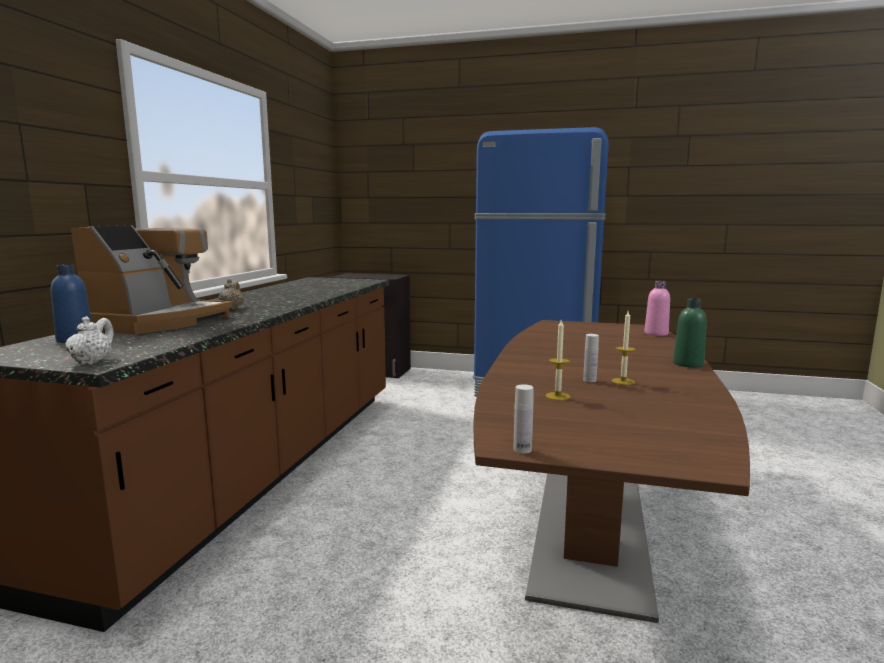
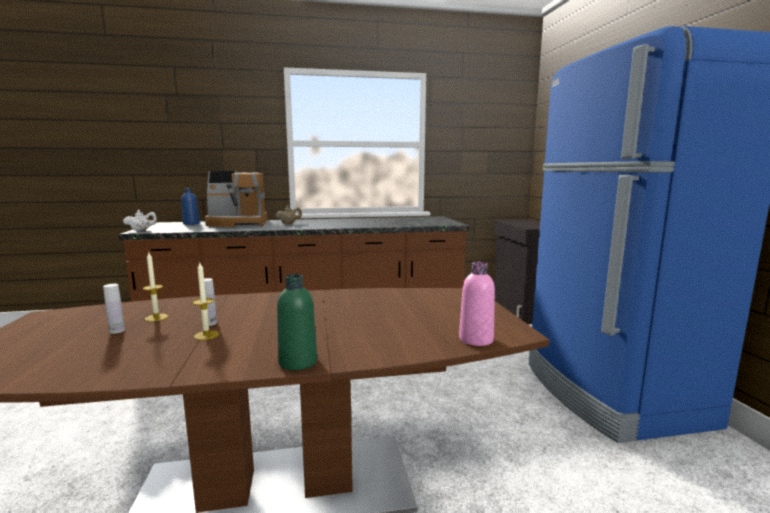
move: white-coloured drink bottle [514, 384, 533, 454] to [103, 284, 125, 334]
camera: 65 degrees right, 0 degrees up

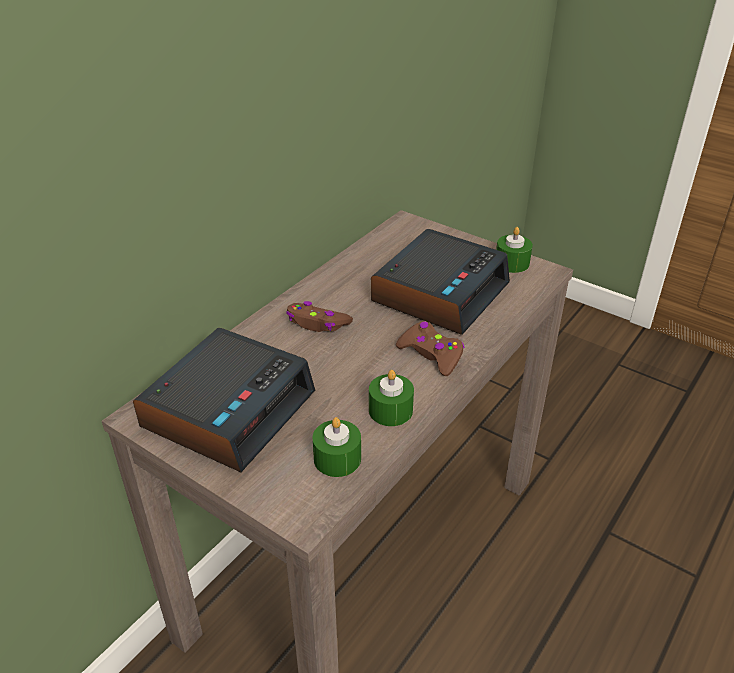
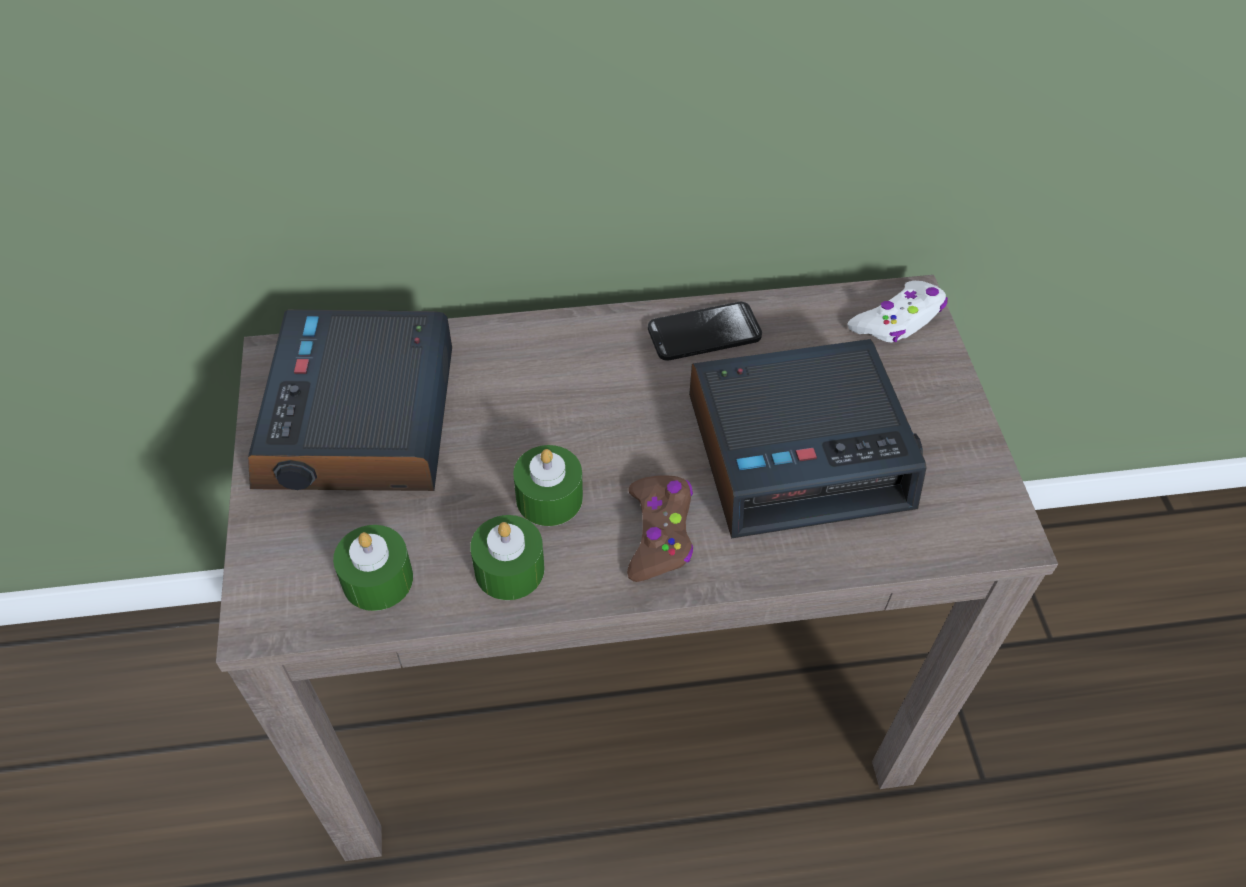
delete: brown joypad [286, 301, 353, 332]
insert: telephone [648, 302, 762, 361]; white-coloured joypad [847, 281, 948, 342]
move: green wax light [496, 227, 533, 273] to [513, 445, 583, 526]
rotate: alarm clock [133, 328, 315, 472] = [248, 309, 452, 491] 105 degrees clockwise
camera: 45 degrees right, 15 degrees up

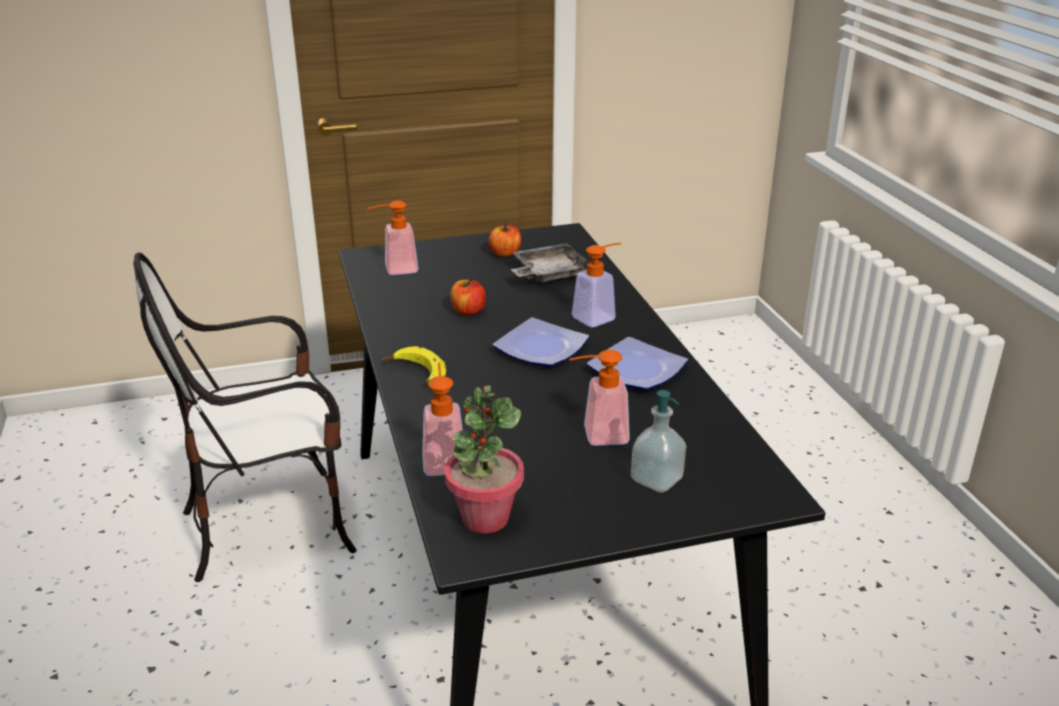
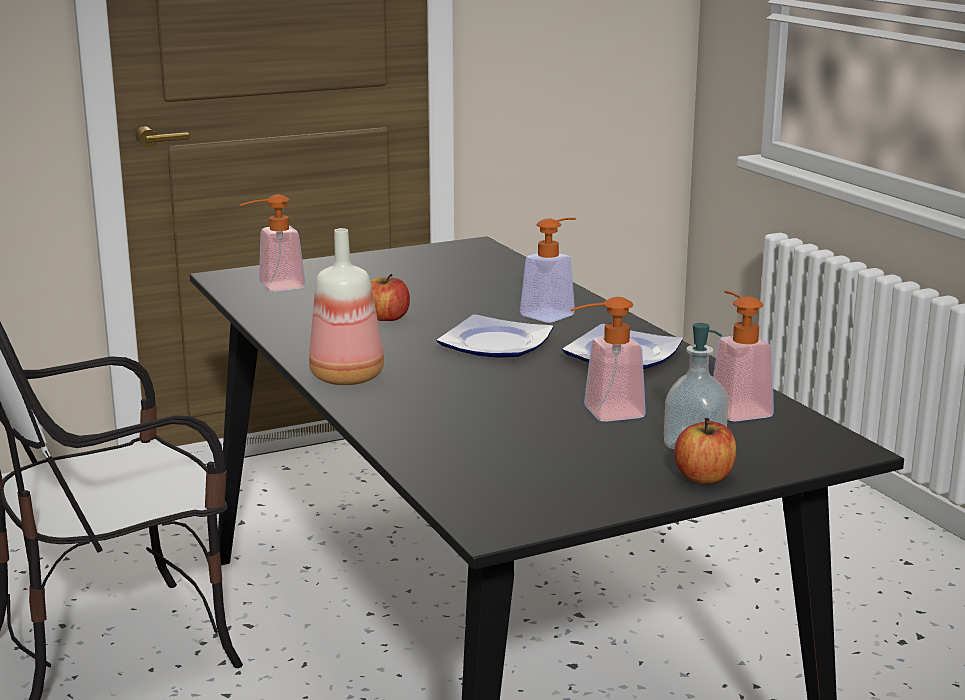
delete: plant in a pot [444, 386, 524, 533]; greyish tray [511, 243, 592, 282]
move: liquid soap bottle [422, 363, 463, 476] to [713, 290, 774, 422]; whole apple [489, 223, 521, 257] to [674, 418, 737, 484]
replace: whole banana [382, 346, 446, 385] to drink bottle [309, 228, 384, 385]
camera: 10 degrees left, 10 degrees down

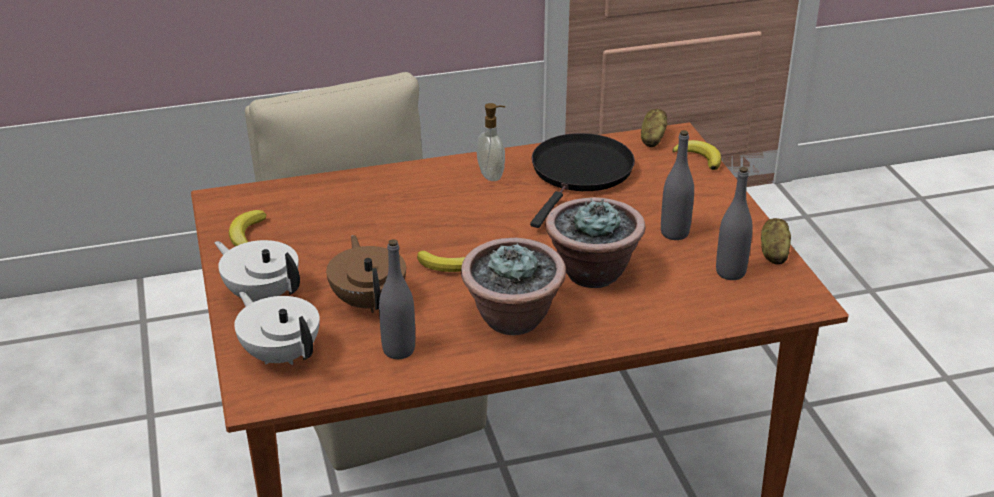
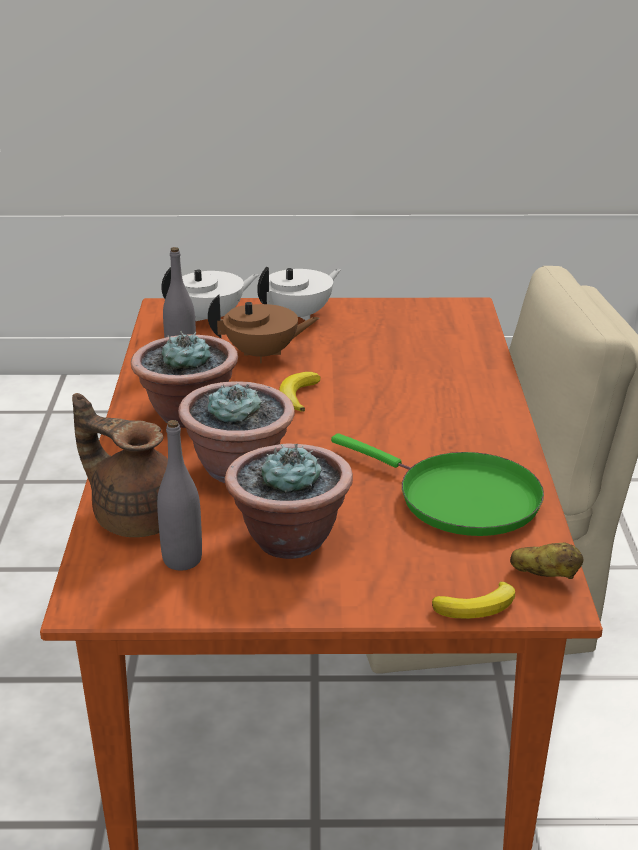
delete: whole banana [229, 210, 266, 246]; liquid soap bottle [477, 103, 505, 181]; potato [761, 218, 791, 265]
insert: brown tea pot [72, 393, 168, 537]
replace: greyish drink bottle [661, 130, 694, 240] to plant in a pot [225, 444, 353, 559]
recolor: black skillet [530, 133, 635, 228] to green skillet [331, 433, 544, 536]
camera: 105 degrees right, 5 degrees down

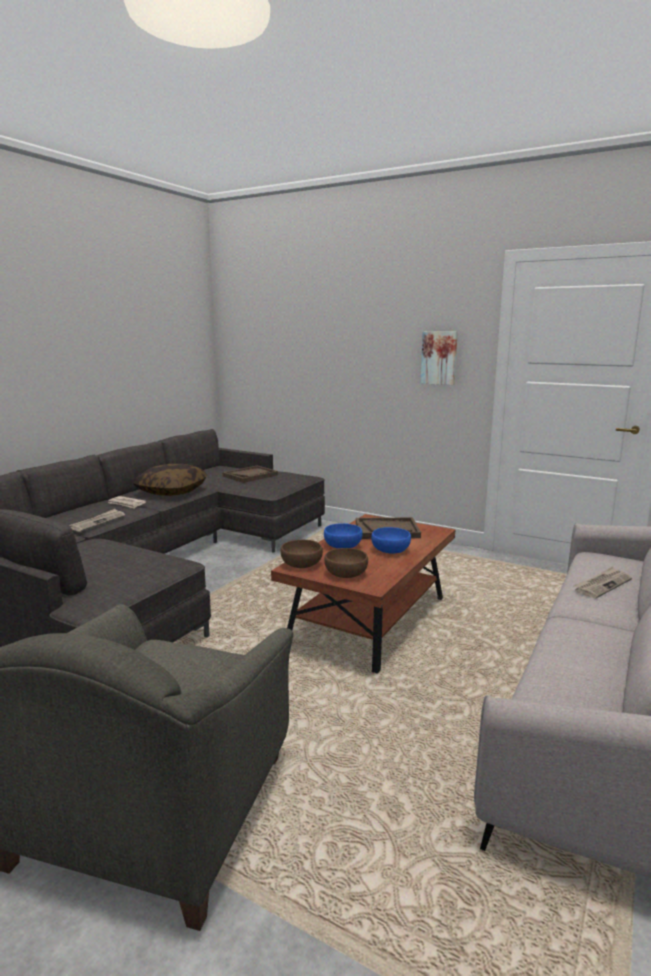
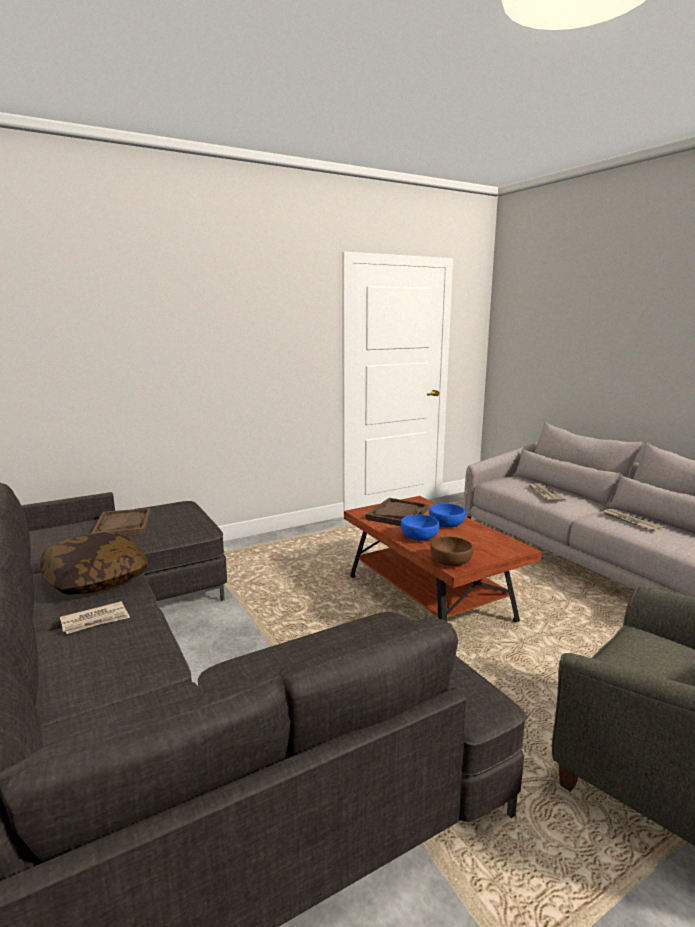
delete: brown bowl [325, 548, 368, 578]; picture [421, 331, 458, 385]
move: printed paper [69, 509, 125, 532] to [604, 509, 665, 532]
camera: 60 degrees left, 0 degrees up

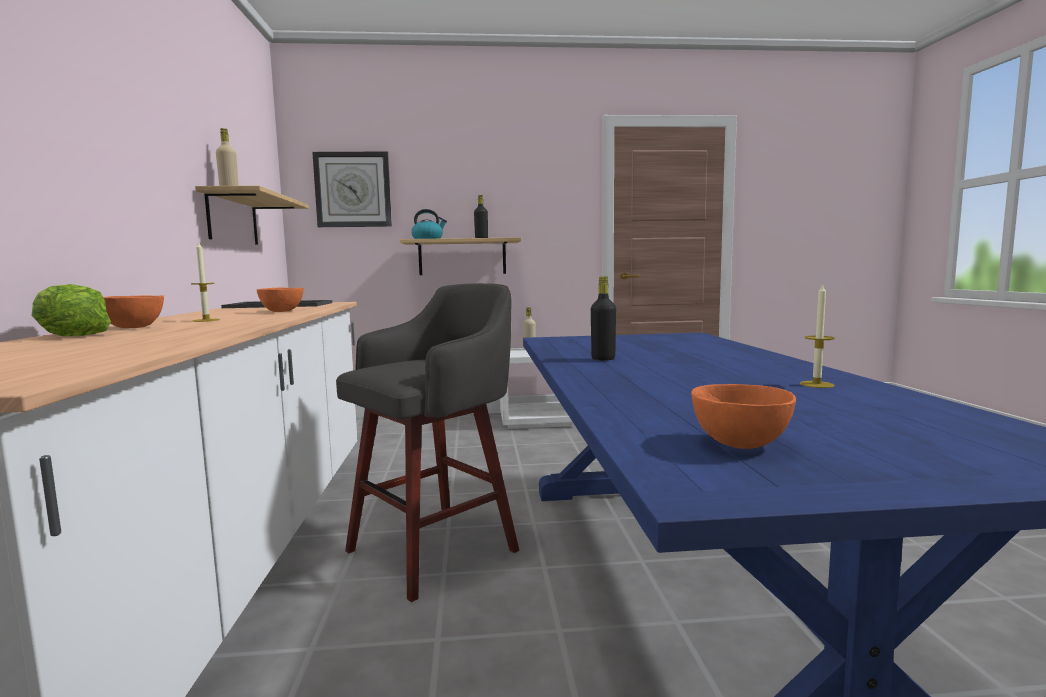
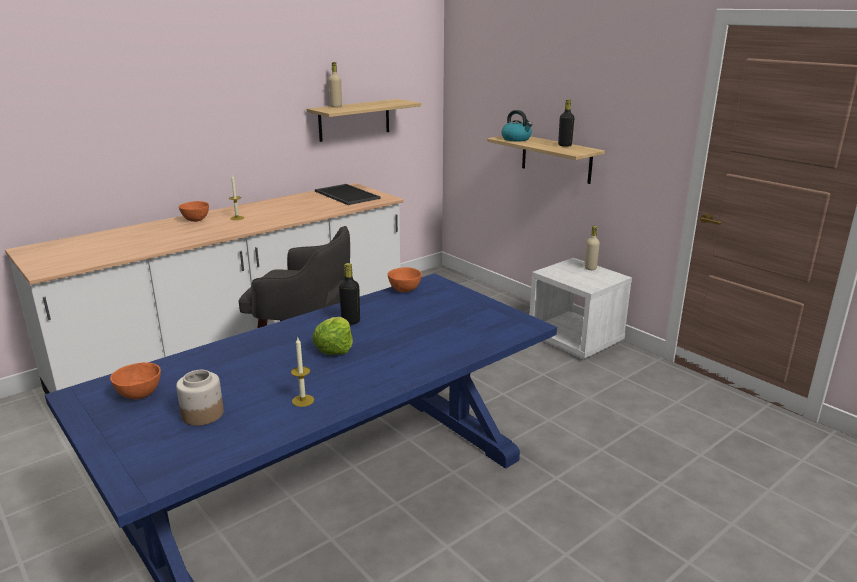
delete: clock on the wall [312, 152, 392, 227]
insert: jar [176, 370, 224, 426]
move: head of lettuce [32, 284, 111, 336] to [312, 317, 353, 355]; orange bowl [257, 288, 304, 312] to [388, 267, 422, 292]
camera: 55 degrees right, 15 degrees up

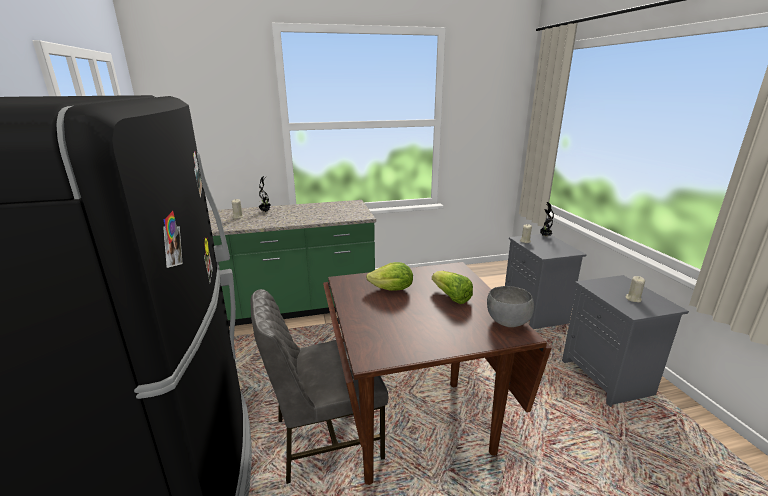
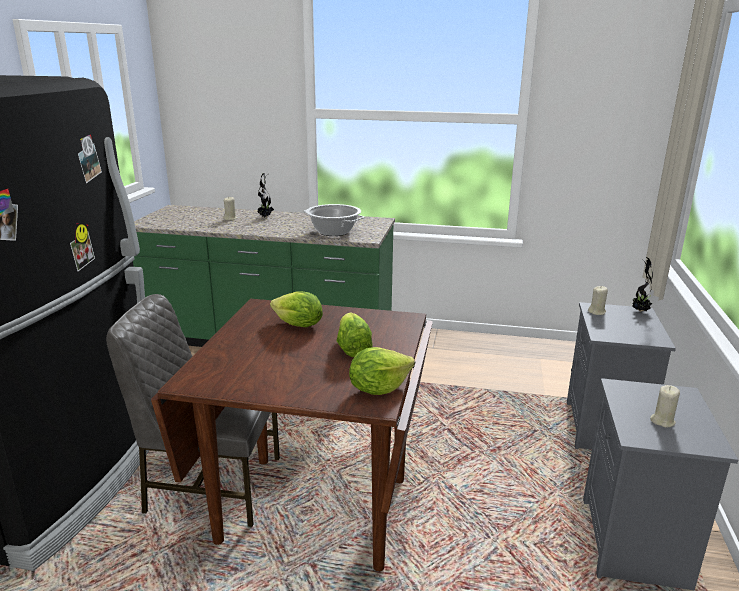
insert: saucepot [304, 204, 365, 236]
replace: greyish bowl [487, 286, 534, 327] to head of lettuce [349, 347, 415, 395]
camera: 25 degrees right, 0 degrees up

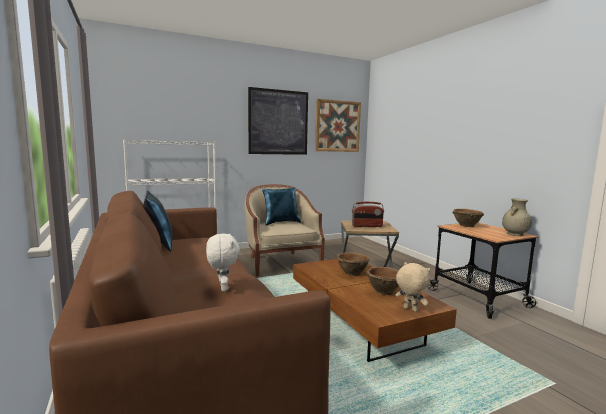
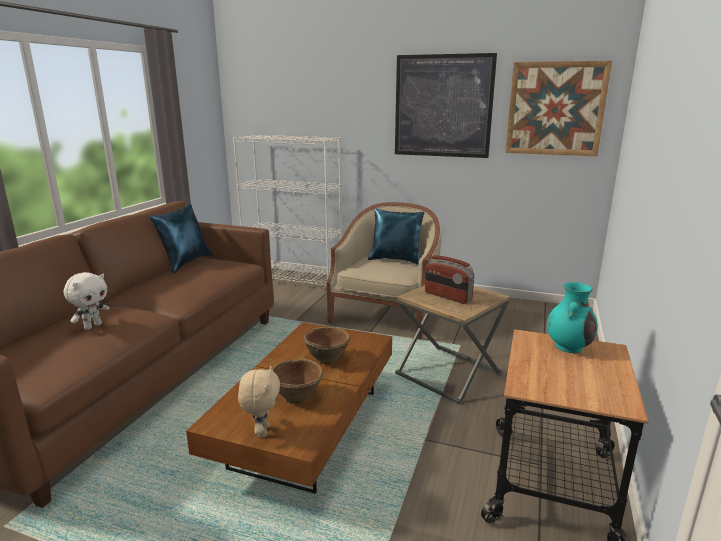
delete: sand-coloured decorative vase [502, 199, 532, 236]
replace: brown bowl [453, 209, 484, 227] to blue-green decorative vase [547, 282, 598, 353]
camera: 45 degrees right, 10 degrees up

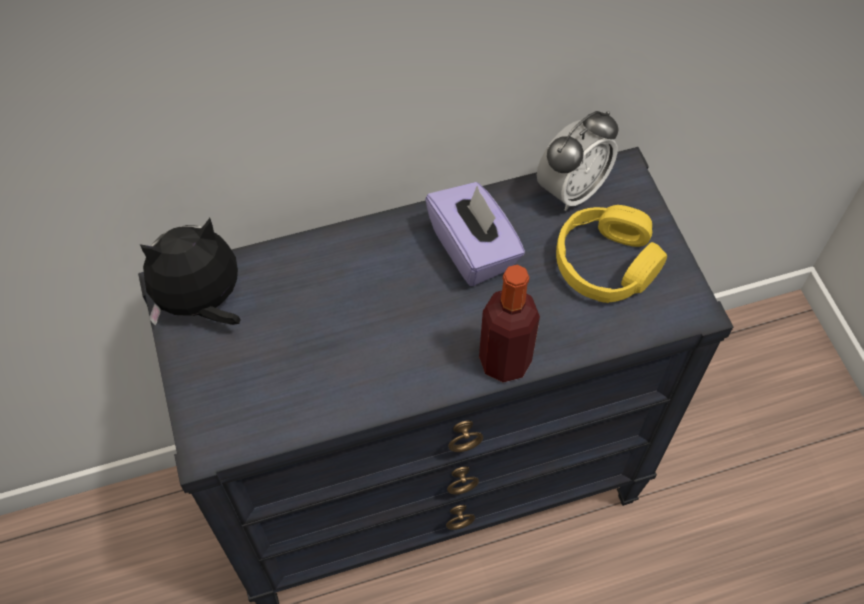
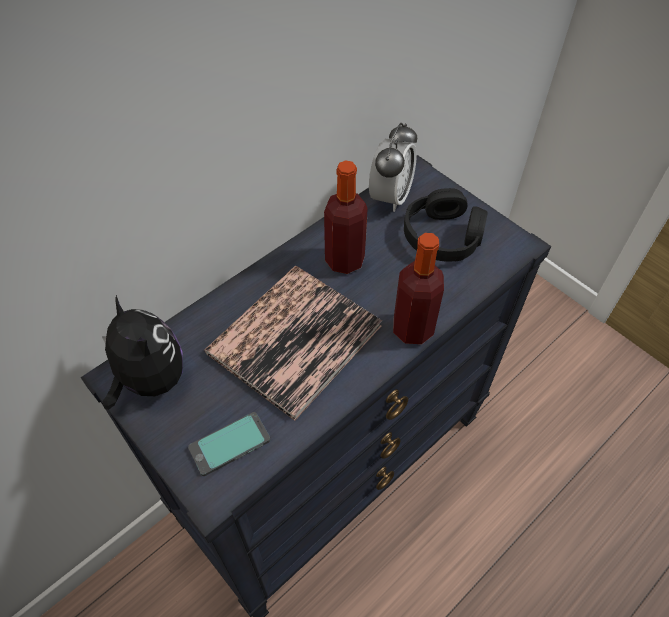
insert: telephone [188, 412, 270, 476]; book [204, 266, 382, 421]
replace: purple tissue holder [425, 182, 525, 286] to drink bottle [324, 160, 368, 274]
recolor: yellow-coloured headphones [556, 205, 667, 303] to black headphones [404, 188, 488, 261]
rotate: soft toy [140, 218, 241, 326] = [102, 295, 183, 410] 105 degrees clockwise
camera: 25 degrees left, 5 degrees down

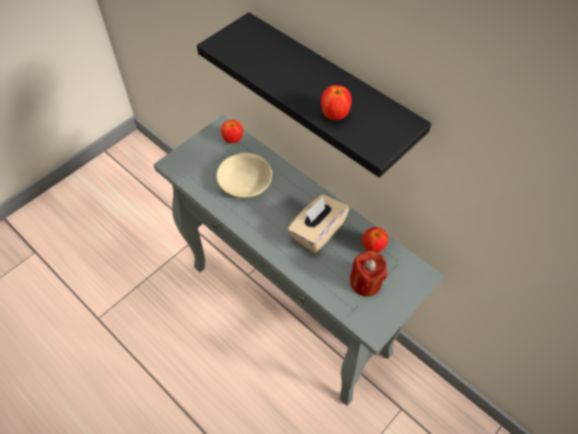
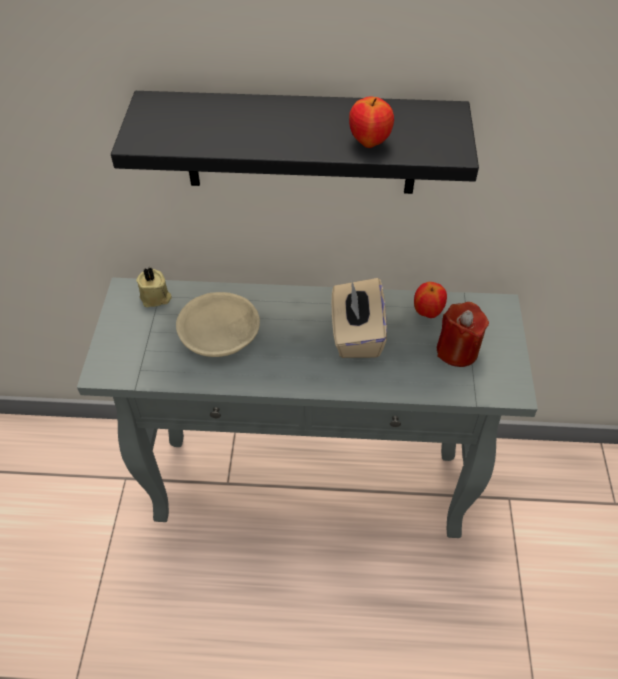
replace: whole apple [221, 120, 243, 144] to sand-coloured wax light [136, 268, 171, 307]
camera: 40 degrees left, 5 degrees down

